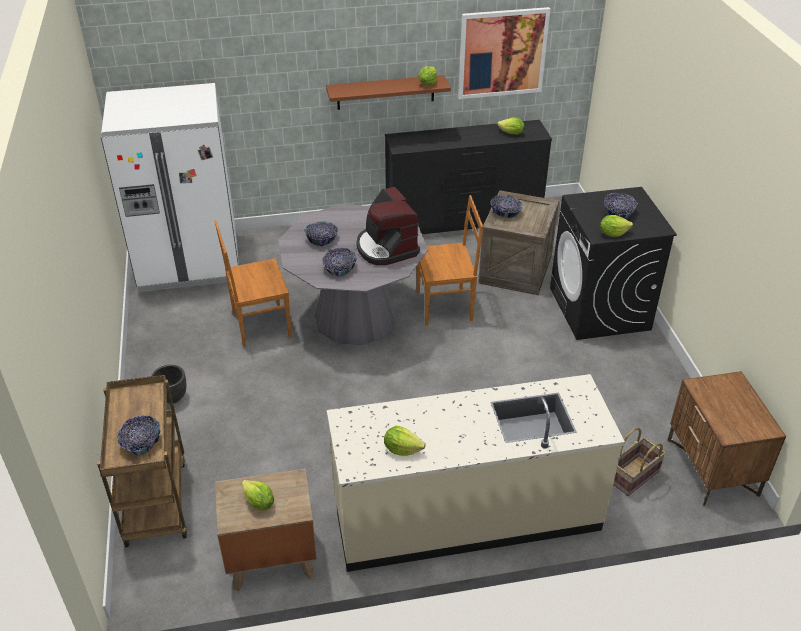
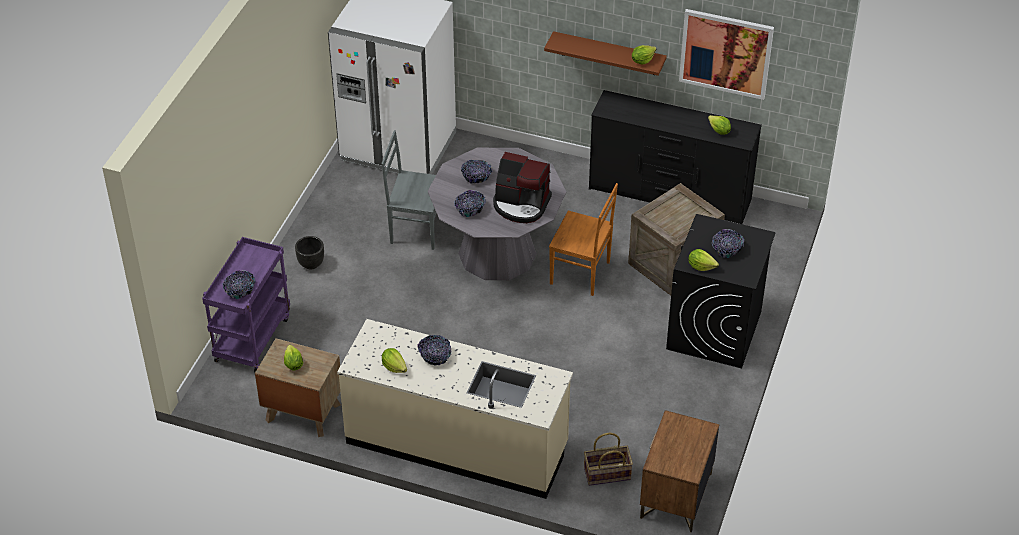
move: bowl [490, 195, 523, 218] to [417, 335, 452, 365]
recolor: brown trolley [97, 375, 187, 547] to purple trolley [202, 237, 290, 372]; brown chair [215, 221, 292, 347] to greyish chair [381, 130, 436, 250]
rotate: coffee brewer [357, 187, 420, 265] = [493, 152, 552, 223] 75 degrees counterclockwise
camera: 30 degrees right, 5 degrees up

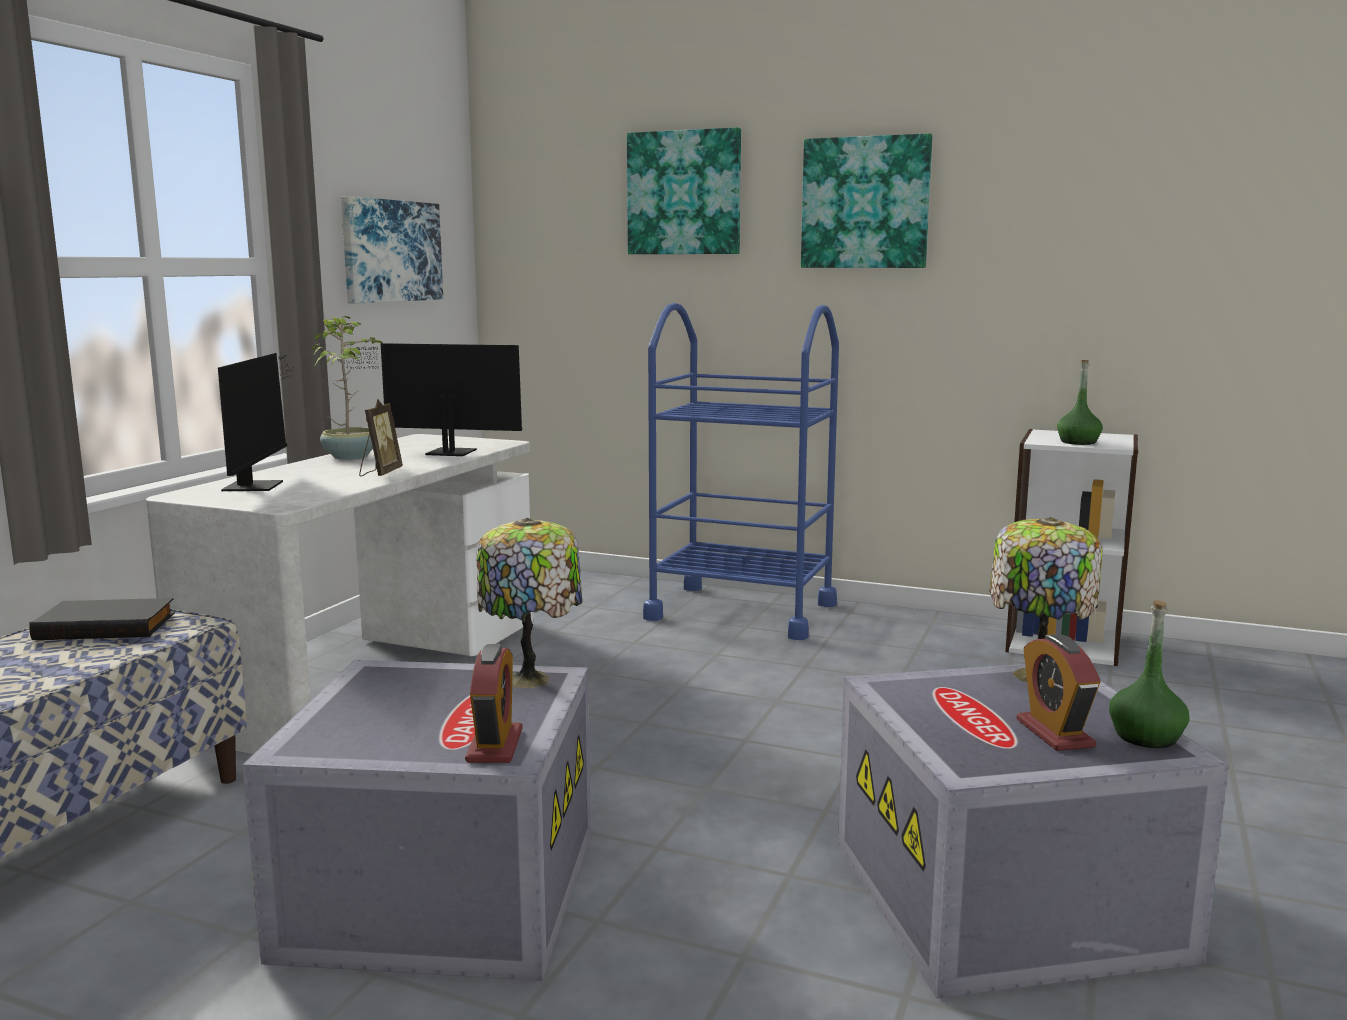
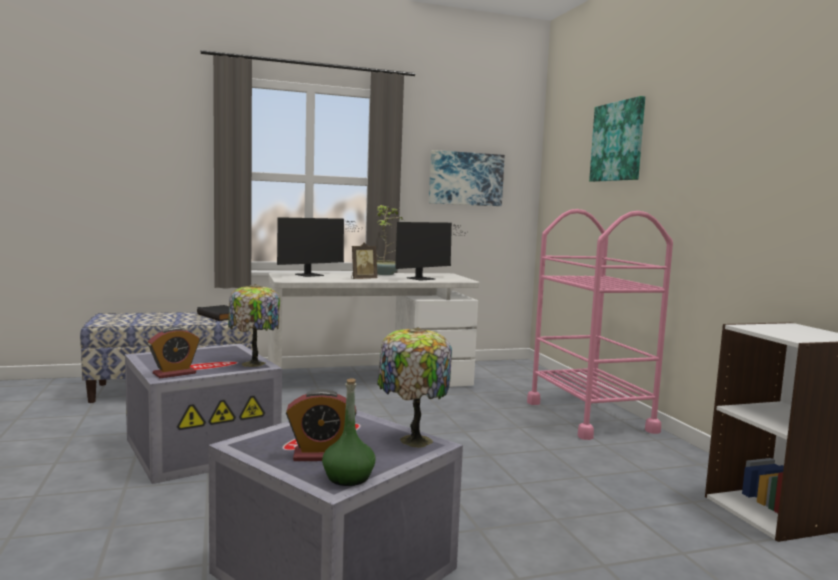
delete: picture [801, 133, 932, 268]; green drink bottle [1057, 360, 1103, 445]
recolor: bluish trolley [643, 303, 839, 640] to pink-coloured trolley [527, 209, 673, 440]
rotate: monitor [340, 343, 522, 456] = [395, 222, 463, 281] 75 degrees clockwise; alarm clock [1016, 634, 1101, 751] = [286, 389, 356, 461] 135 degrees counterclockwise
camera: 50 degrees right, 5 degrees down

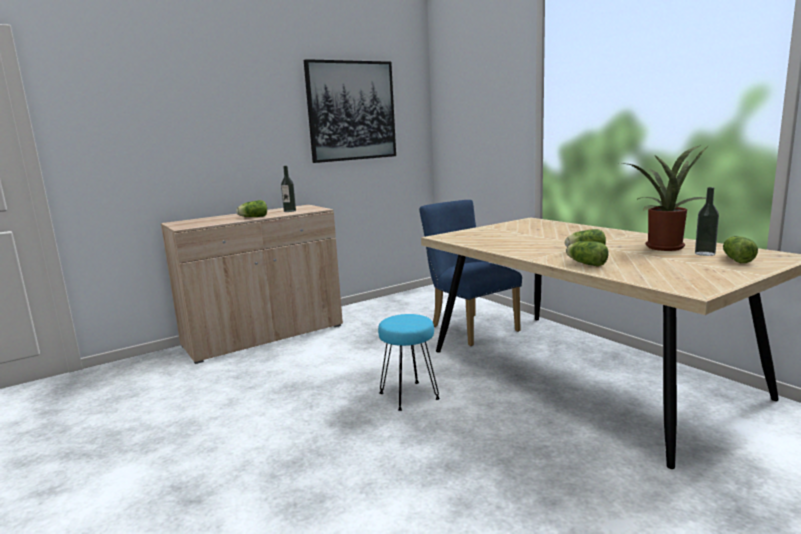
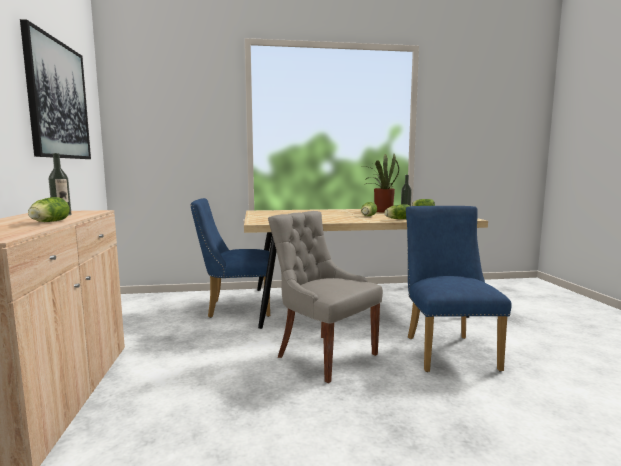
insert: bluish chair [406, 206, 512, 372]
replace: blue-green stool seat [378, 314, 440, 411] to greyish chair [268, 211, 383, 383]
camera: 65 degrees left, 5 degrees down

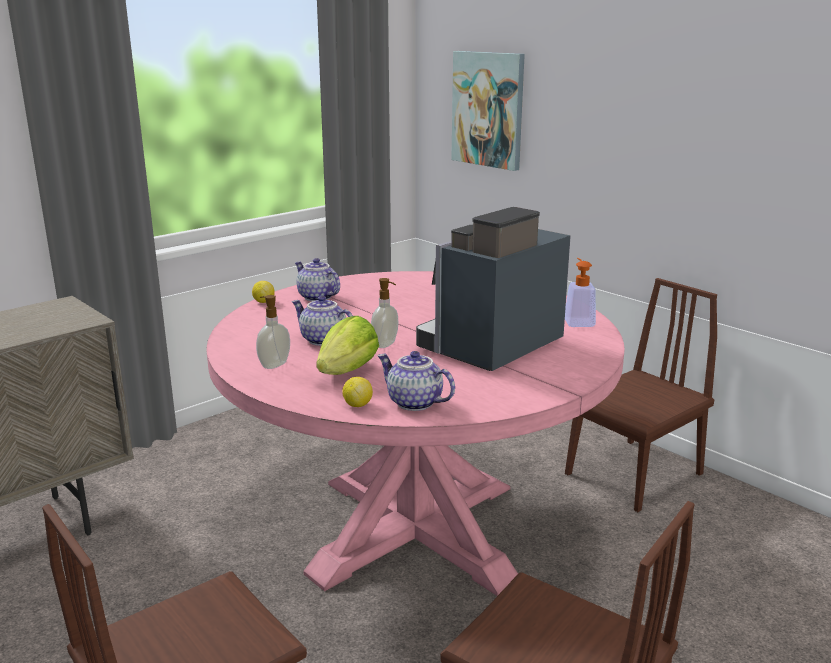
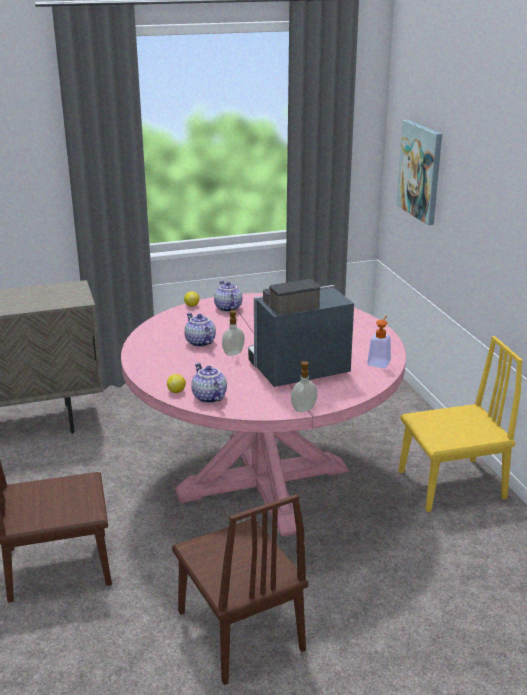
delete: head of lettuce [316, 316, 379, 375]
move: liquid soap bottle [256, 295, 290, 369] to [291, 361, 317, 412]
recolor: brown chair [565, 278, 717, 512] to yellow-coloured chair [398, 336, 523, 512]
camera: 25 degrees right, 5 degrees up

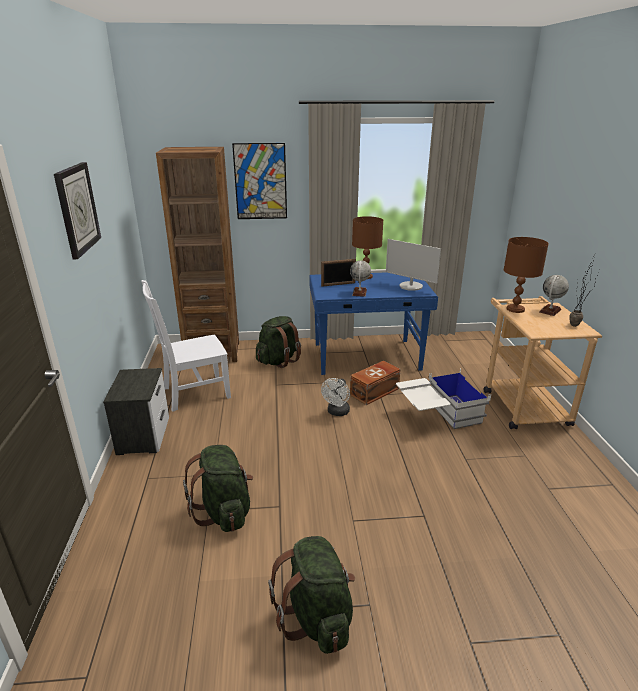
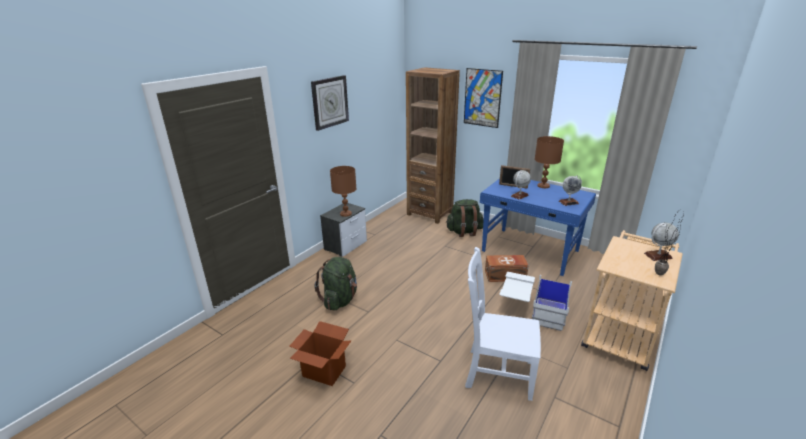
delete: white-coloured fan [321, 378, 350, 416]
move: white-coloured chair [141, 280, 231, 412] to [465, 247, 541, 401]; brown lamp for a table [504, 237, 549, 313] to [330, 166, 356, 217]
replace: green rucksack [268, 536, 355, 654] to carton [289, 321, 352, 386]; monitor [386, 239, 441, 291] to desk globe [559, 175, 582, 206]
camera: 40 degrees right, 0 degrees up

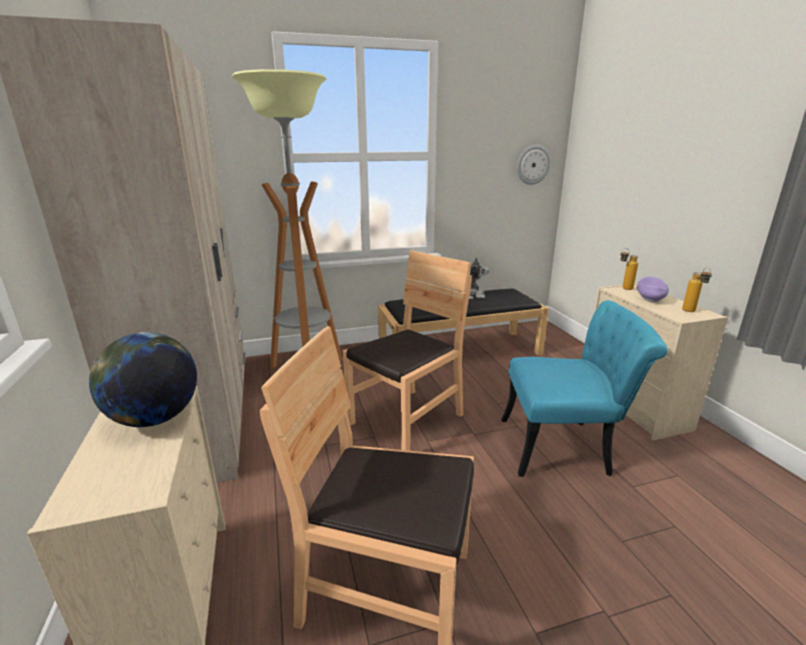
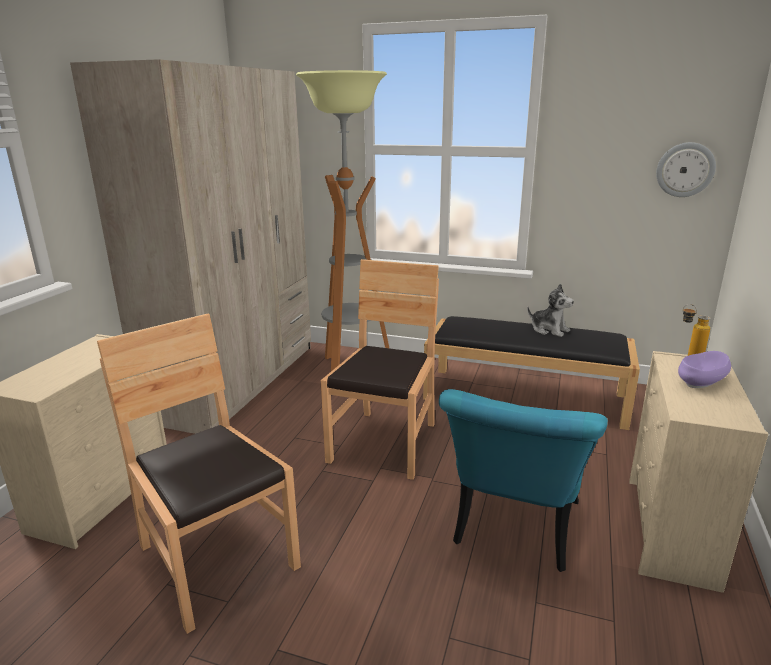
delete: desk globe [89, 332, 197, 427]; drink bottle [682, 268, 712, 312]
rotate: brown chair [343, 250, 472, 451] = [321, 259, 439, 480] 60 degrees counterclockwise; blue-green chair [501, 300, 668, 477] = [439, 389, 608, 572] 75 degrees clockwise
camera: 35 degrees right, 0 degrees up

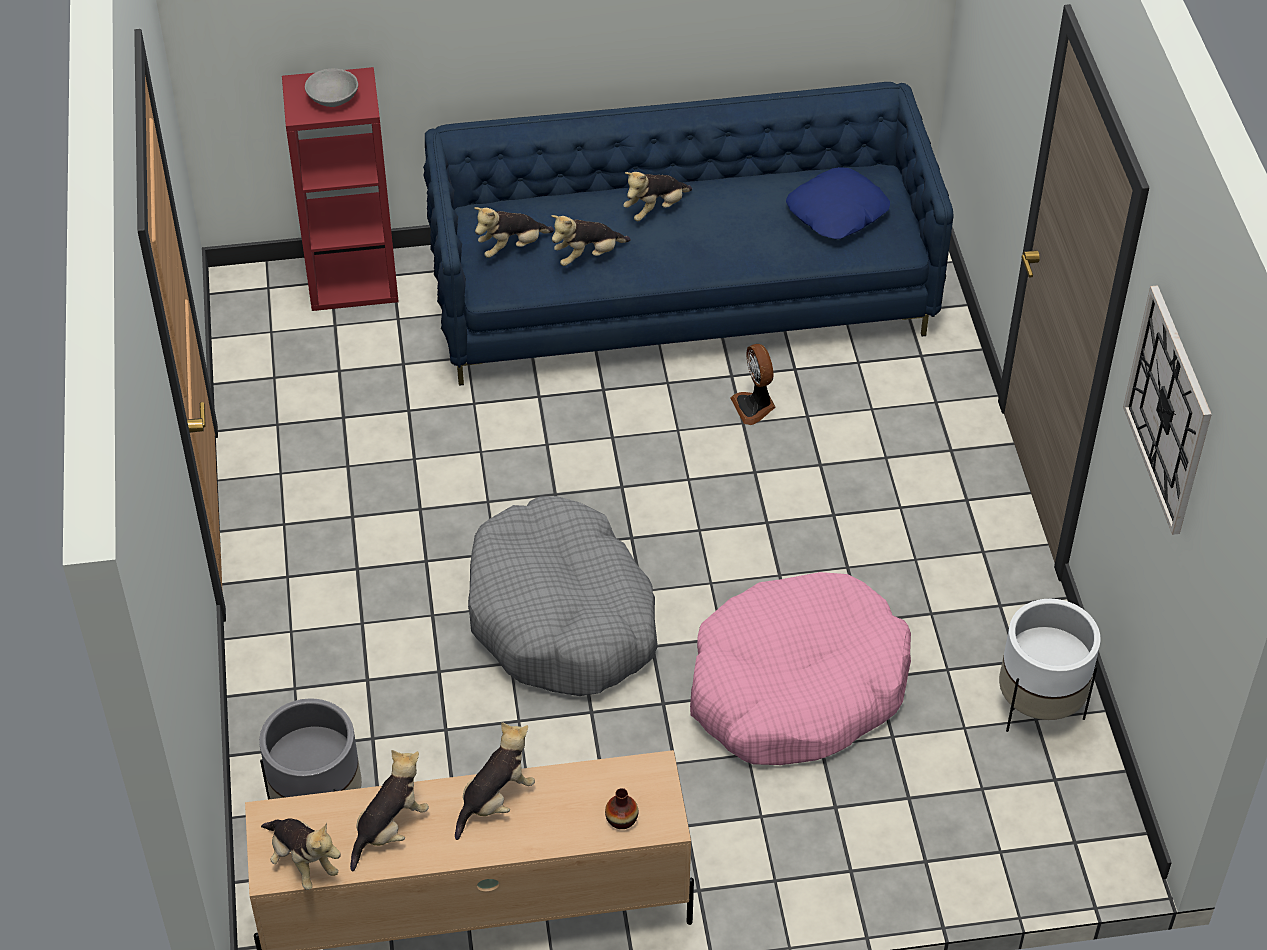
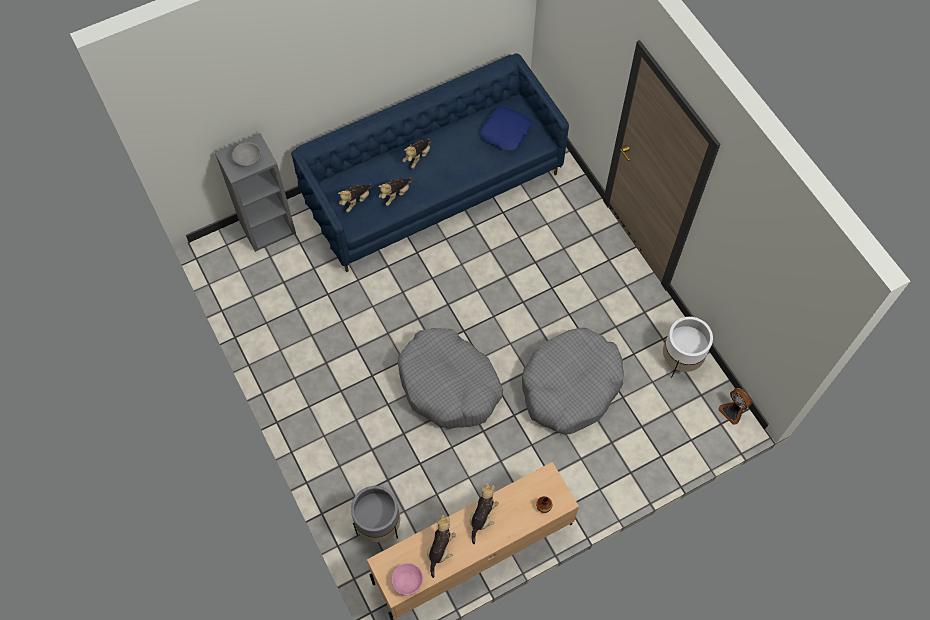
delete: clock on the wall [1123, 285, 1212, 535]
move: fan [730, 344, 775, 425] to [718, 388, 752, 425]
replace: soft toy [261, 818, 341, 890] to pink-coloured bowl [392, 563, 423, 595]
recolor: red-coloured bookcase [282, 67, 399, 311] to greyish bookcase [215, 133, 296, 252]; pink-coloured pet bed [690, 572, 911, 765] to greyish pet bed [522, 328, 624, 435]
camera: 20 degrees left, 15 degrees up

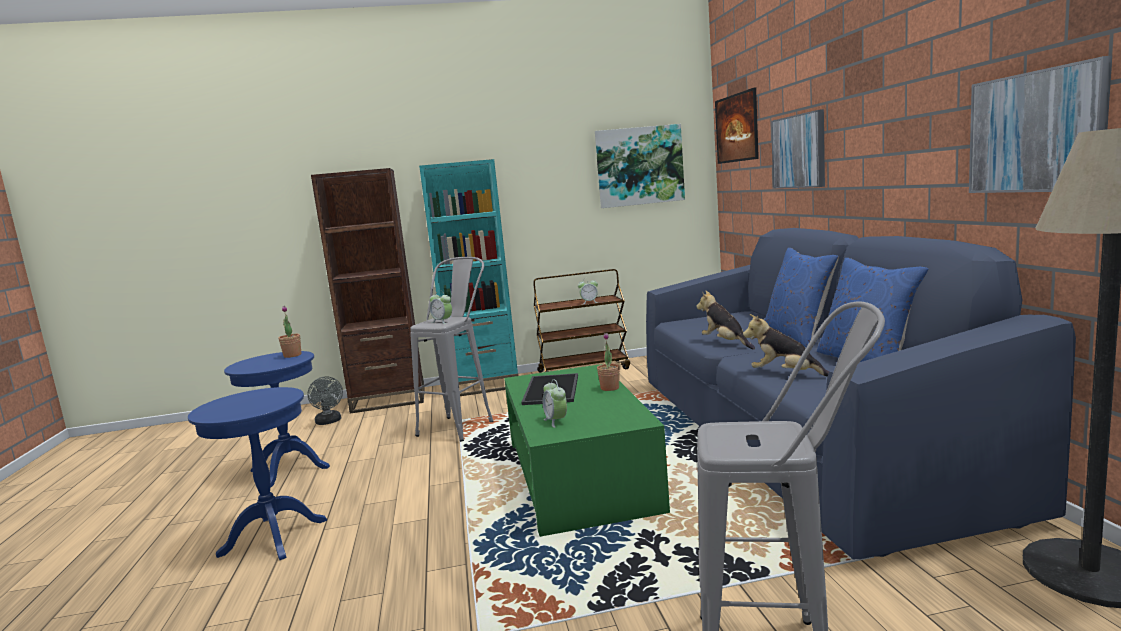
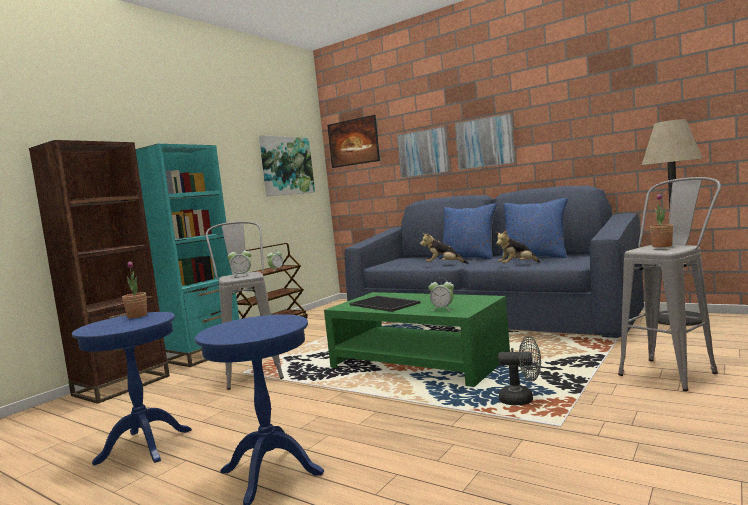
move: greyish fan [307, 377, 343, 425] to [498, 336, 541, 405]; plant in a pot [597, 333, 620, 391] to [649, 194, 673, 247]; picture [969, 56, 1112, 193] to [455, 113, 515, 170]
camera: 45 degrees left, 5 degrees down

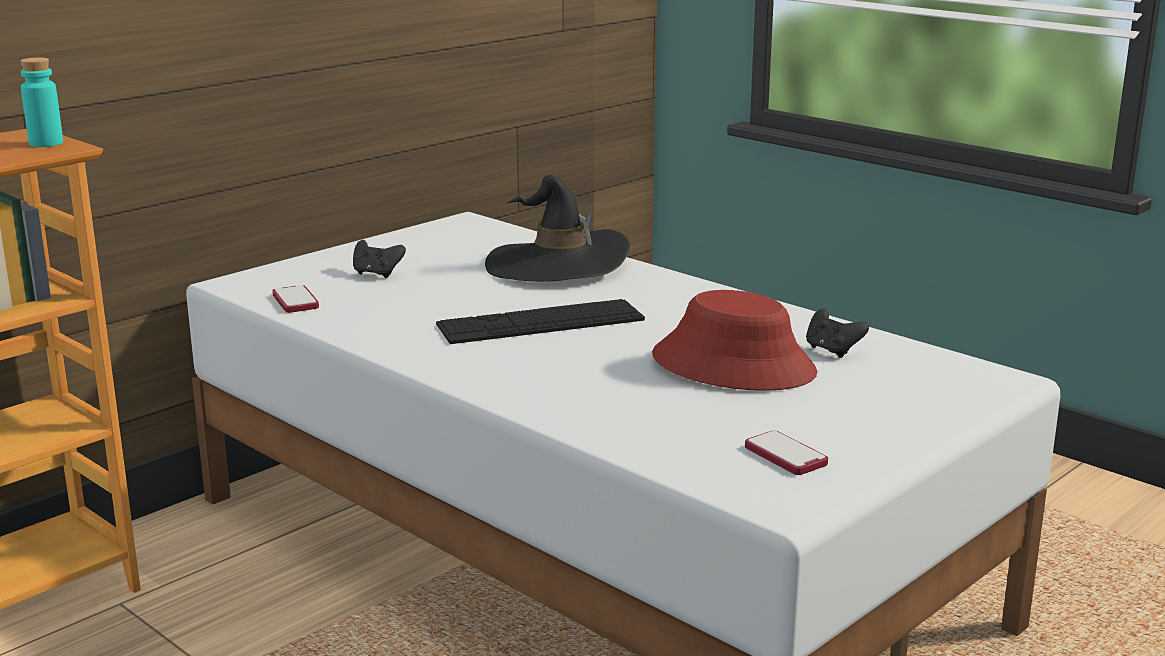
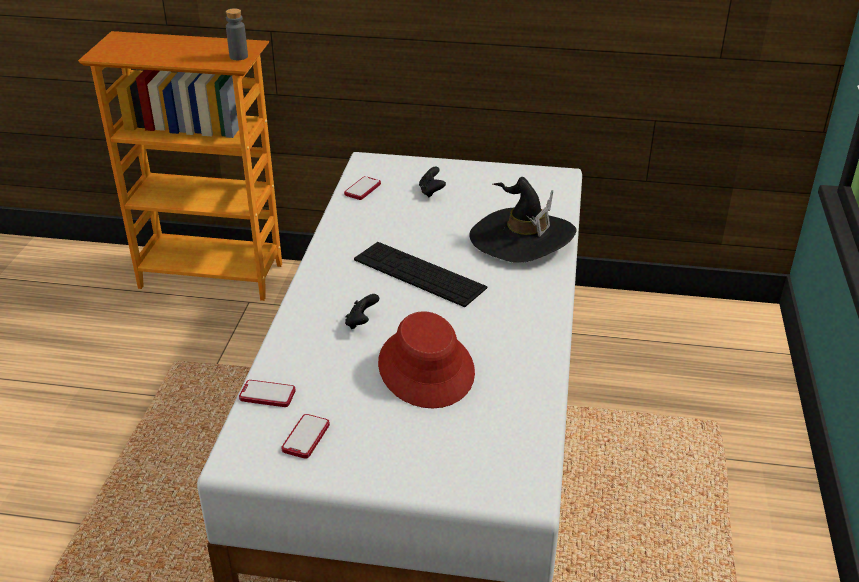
insert: telephone [239, 380, 296, 407]
move: black joypad [806, 308, 869, 358] to [345, 294, 379, 329]
recolor: blue-green drink bottle [20, 57, 63, 147] to greyish drink bottle [226, 8, 248, 60]
camera: 55 degrees right, 15 degrees up

